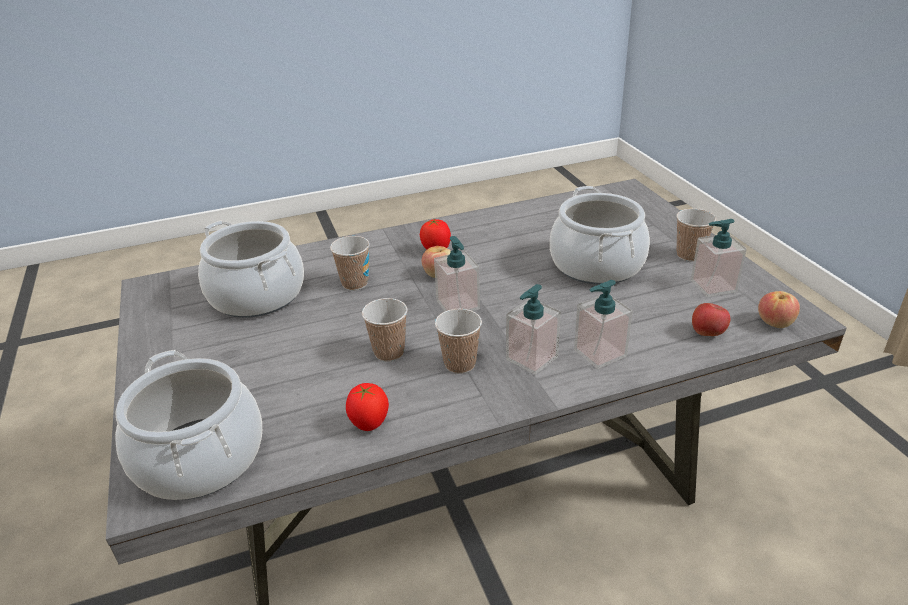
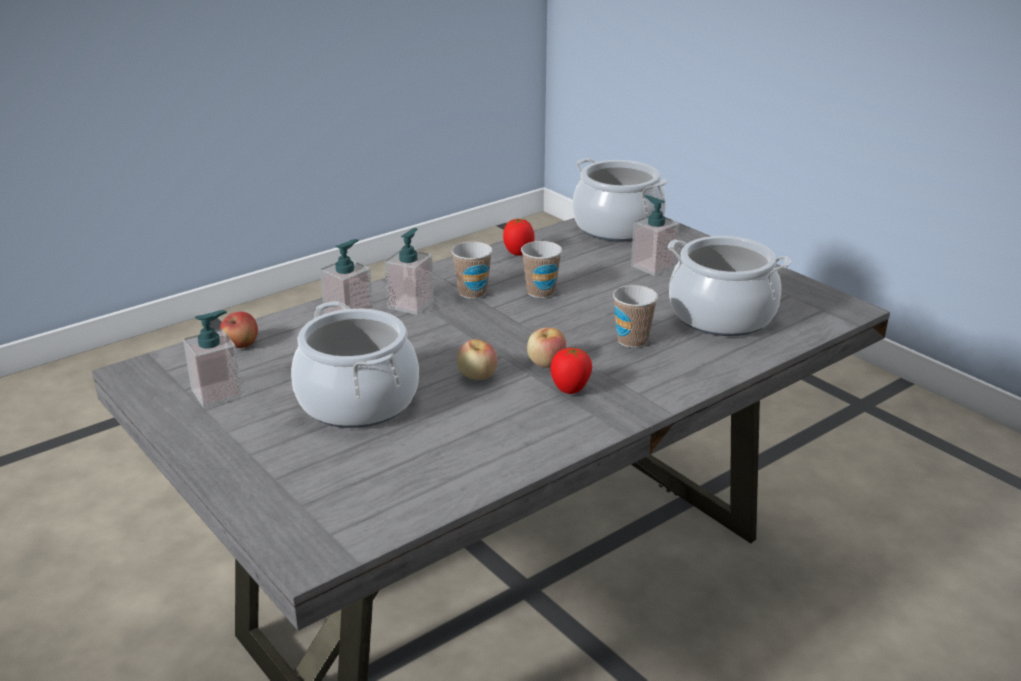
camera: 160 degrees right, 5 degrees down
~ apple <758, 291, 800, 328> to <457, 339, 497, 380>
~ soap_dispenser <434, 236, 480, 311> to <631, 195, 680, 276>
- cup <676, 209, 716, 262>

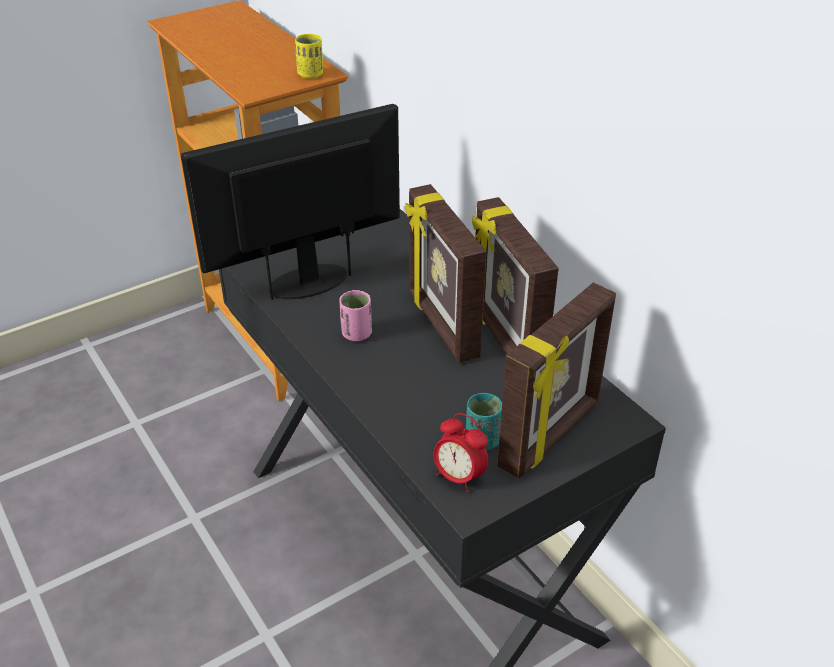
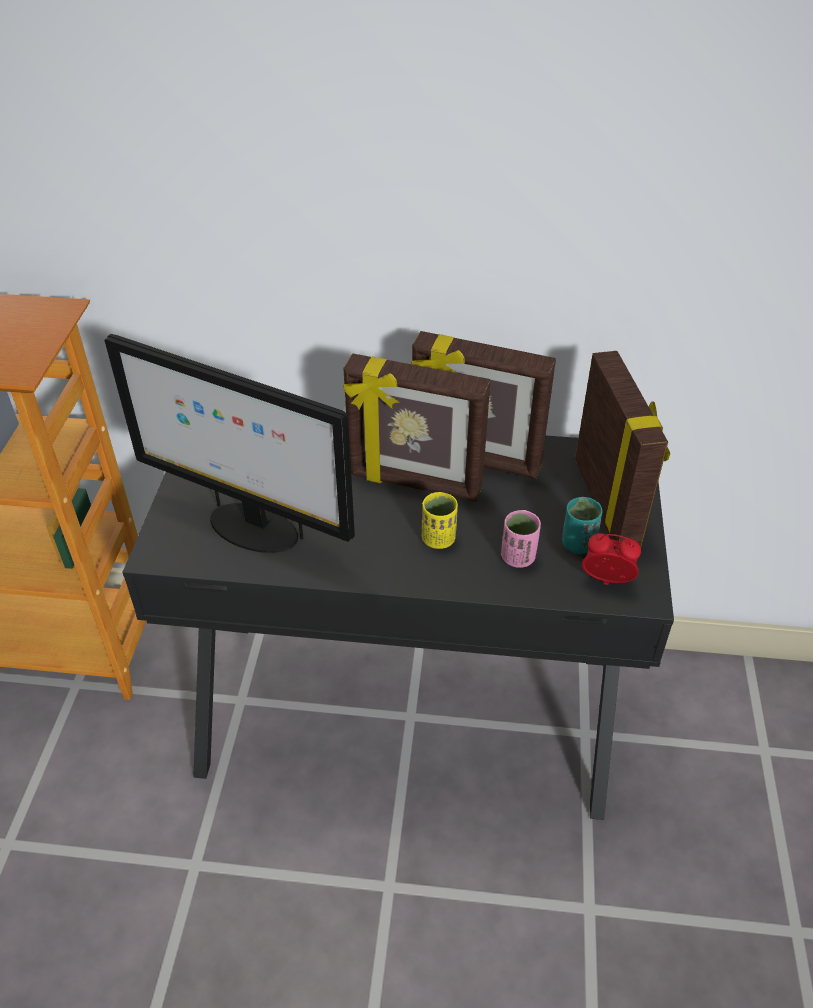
camera: 50 degrees left, 5 degrees up
~ monitor <181, 104, 400, 300> = <105, 334, 355, 553> 75 degrees counterclockwise
~ yellow_cup <295, 34, 323, 79> to <422, 492, 458, 549>
~ pink_cup <339, 290, 372, 341> to <501, 510, 541, 568>
~ alarm_clock <434, 413, 488, 493> = <582, 533, 641, 585> 150 degrees counterclockwise

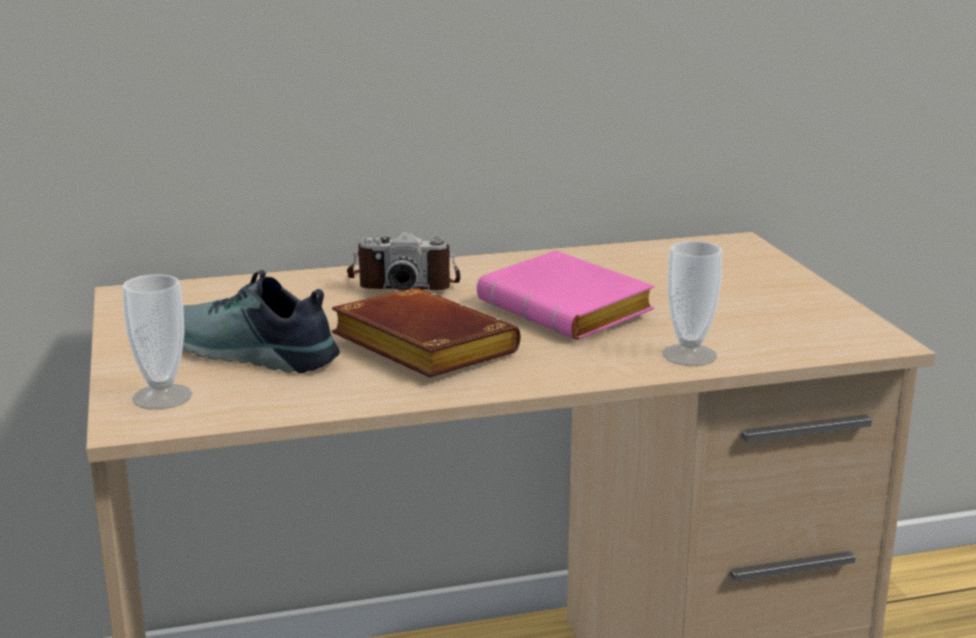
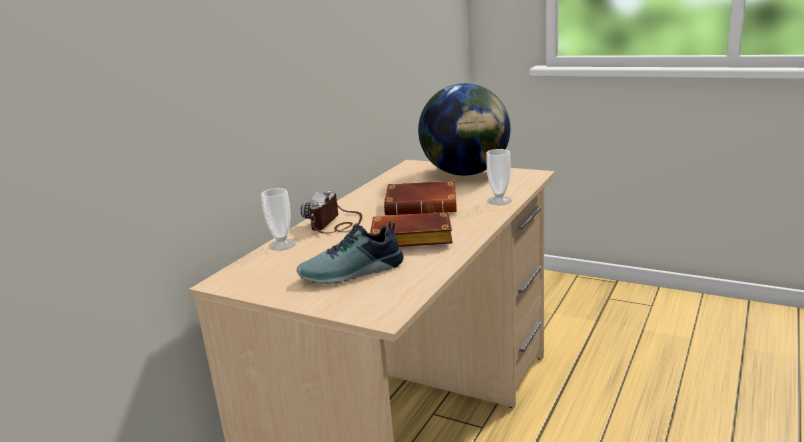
camera: 45 degrees left, 0 degrees up
~ cup <122, 274, 192, 410> to <261, 188, 296, 250>
~ photo_camera <347, 232, 460, 291> = <301, 190, 362, 234> 150 degrees clockwise
~ pink_book <477, 250, 654, 340> to brown_book <384, 181, 457, 215>
+ globe <418, 83, 510, 176>

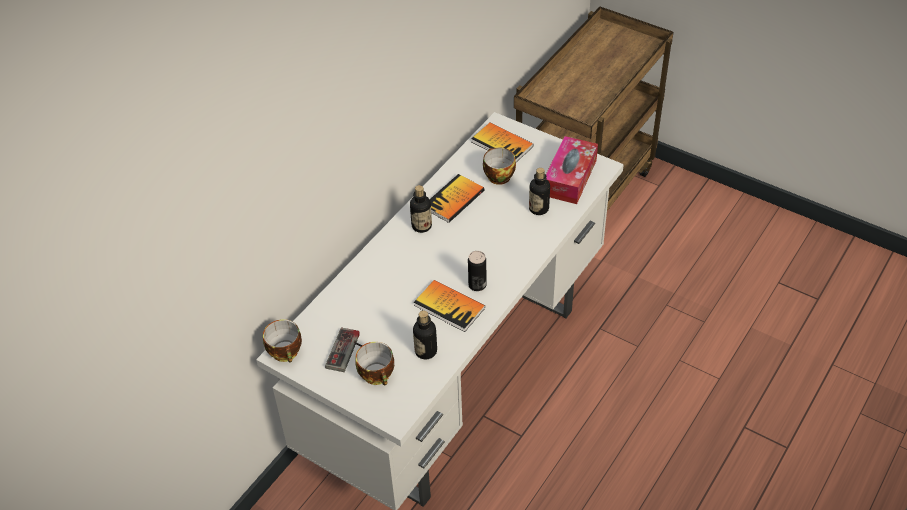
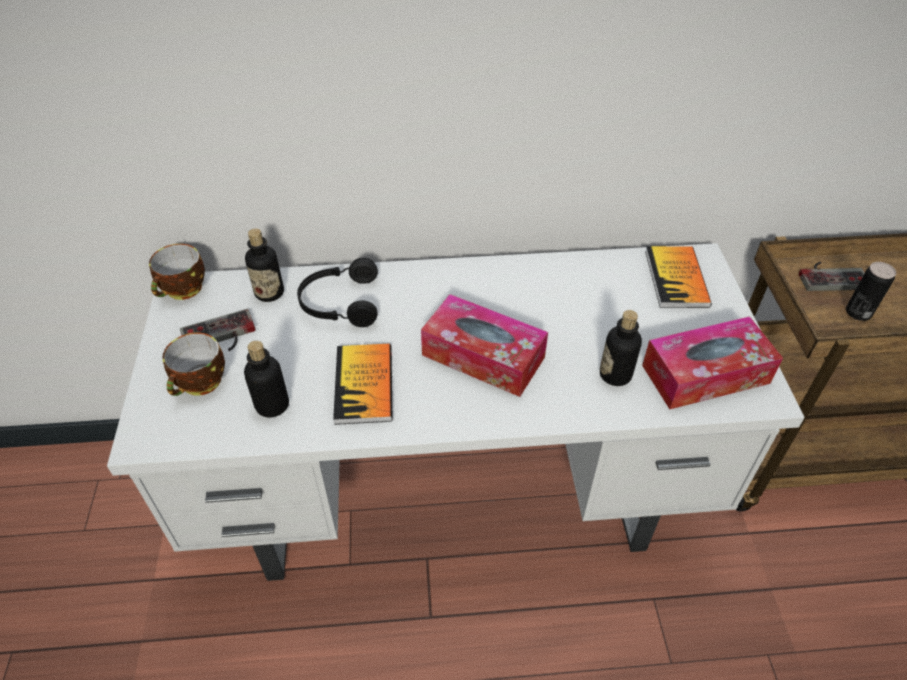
camera: 50 degrees right, 0 degrees up
~ bottle <410, 185, 432, 233> to <245, 229, 284, 302>
+ black_headphones <297, 258, 378, 327>
+ tissue_box <421, 294, 548, 397>
+ game_controller <799, 262, 865, 291>
~ can <468, 251, 486, 291> to <846, 262, 896, 321>
- book <430, 174, 485, 223>
- cup <483, 148, 516, 185>

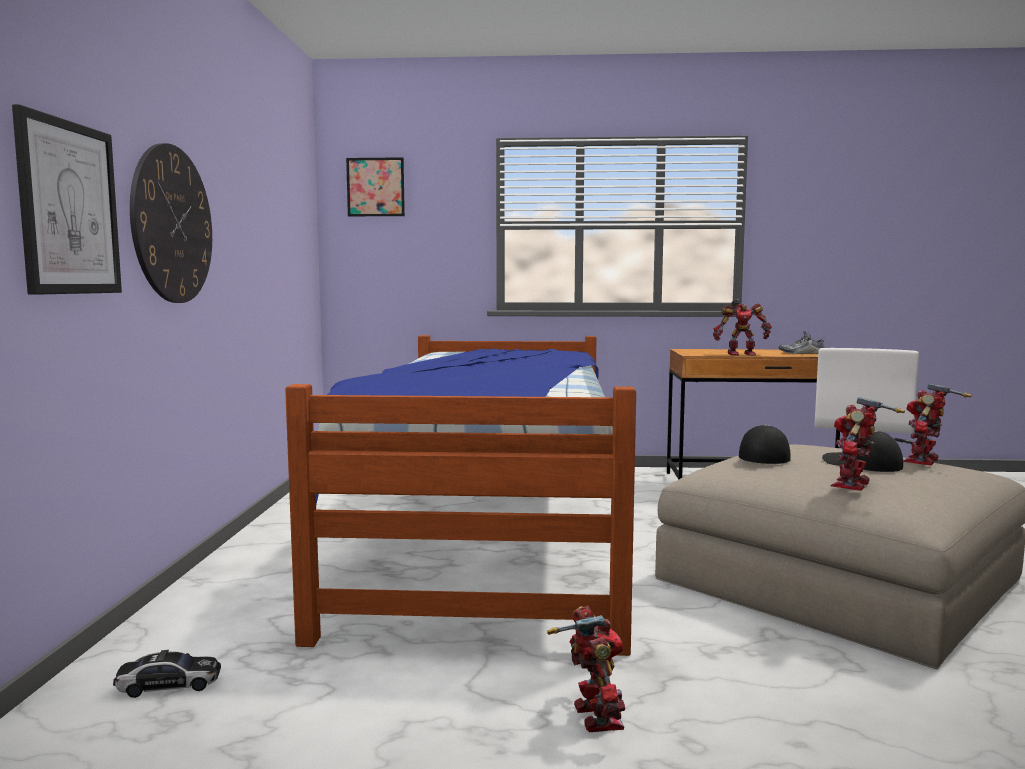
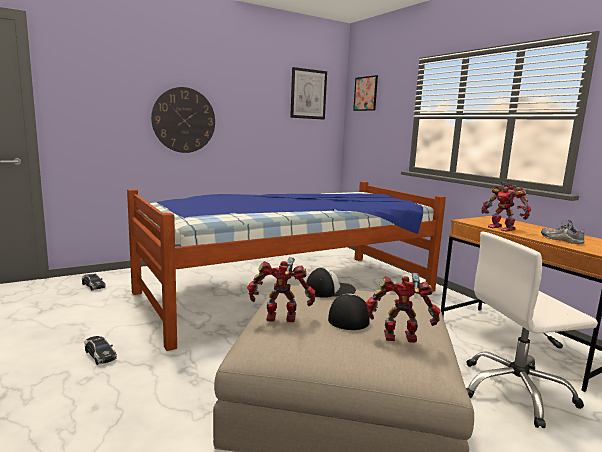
camera: 55 degrees right, 5 degrees up
~ toy_robot <547, 606, 625, 732> to toy_car <85, 336, 117, 365>
~ picture <12, 104, 122, 295> to <290, 67, 327, 120>

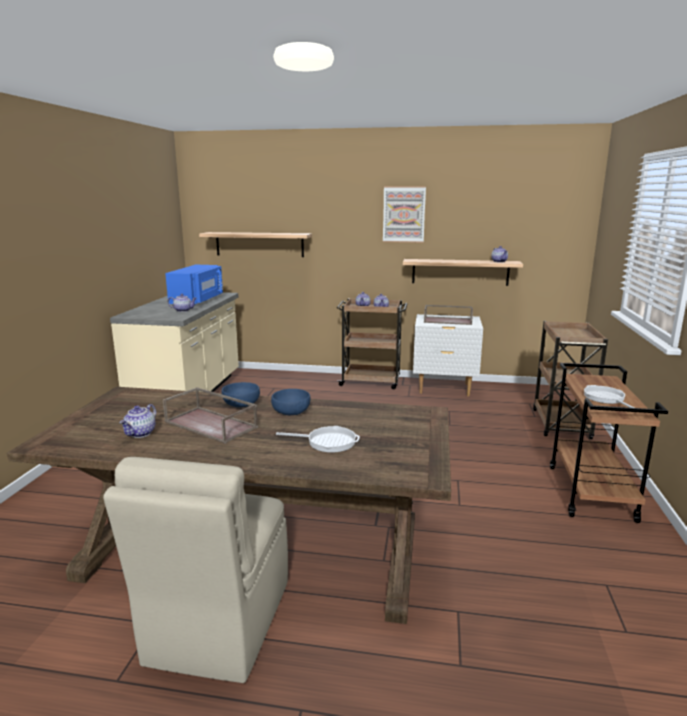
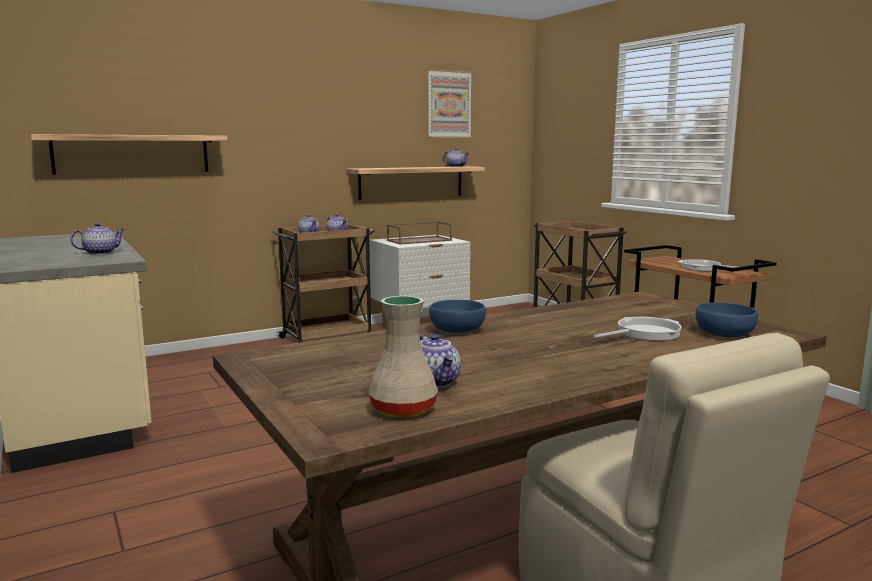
camera: 40 degrees left, 5 degrees down
+ beige_vase <369, 296, 438, 418>
~ picture <383, 186, 426, 243> to <428, 69, 472, 138>
~ blue_bowl <271, 389, 310, 415> to <696, 302, 758, 337>
- brown_tray <163, 387, 258, 444>
- blue_microwave <165, 265, 223, 305>

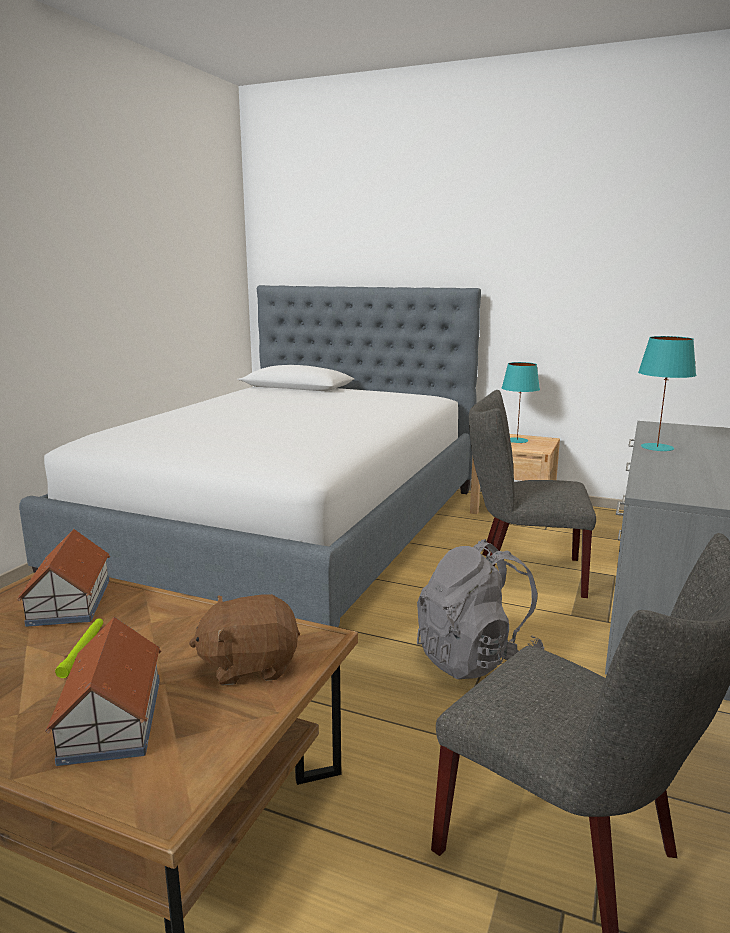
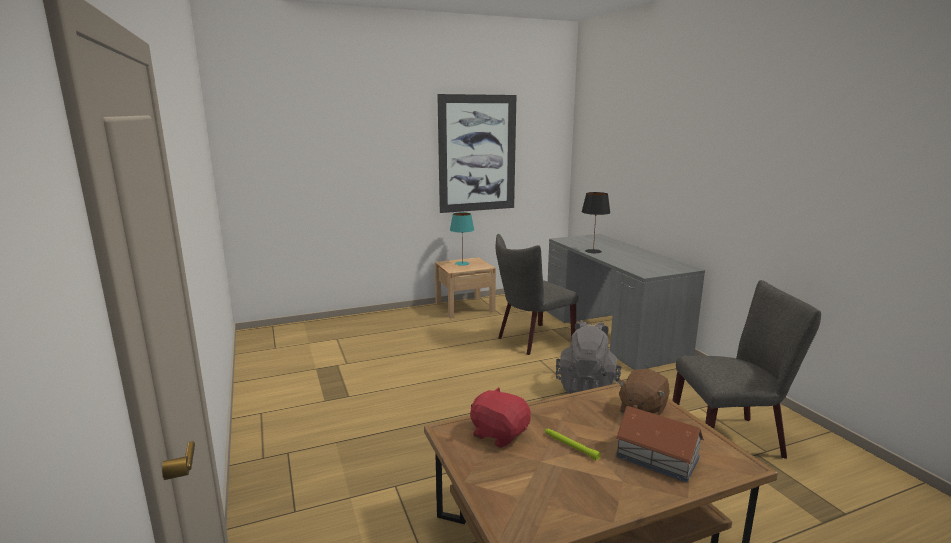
camera: 45 degrees left, 0 degrees up
+ picture <437, 94, 516, 213>
~ toy_house <17, 529, 110, 627> to red_plush_toy <470, 387, 531, 448>
~ turquoise_table_lamp <638, 336, 696, 451> to black_table_lamp <582, 192, 610, 254>
- bed <19, 285, 481, 627>

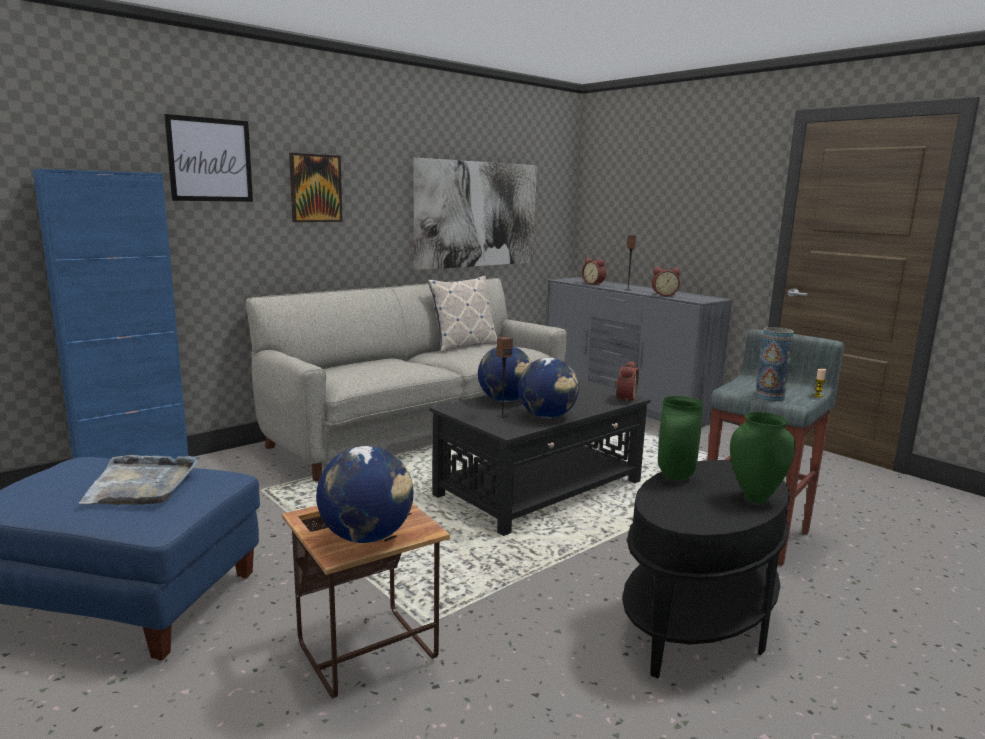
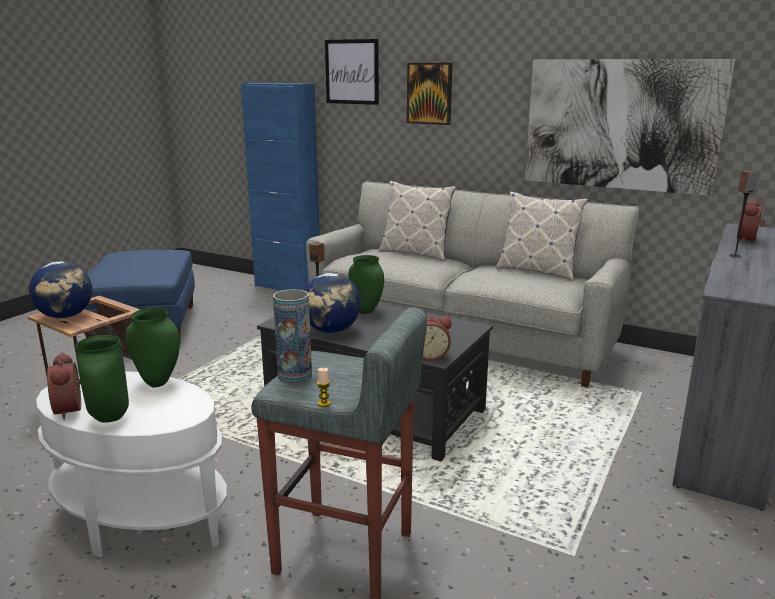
camera: 70 degrees right, 5 degrees up
~ black_side_table <622, 460, 790, 678> to white_side_table <36, 371, 227, 557>
~ alarm_clock <652, 267, 680, 296> to <47, 352, 81, 420>
~ globe <478, 346, 532, 402> to green_vase <348, 255, 384, 314>
+ pillow <378, 181, 456, 261>
- grey_tray <78, 455, 200, 505>

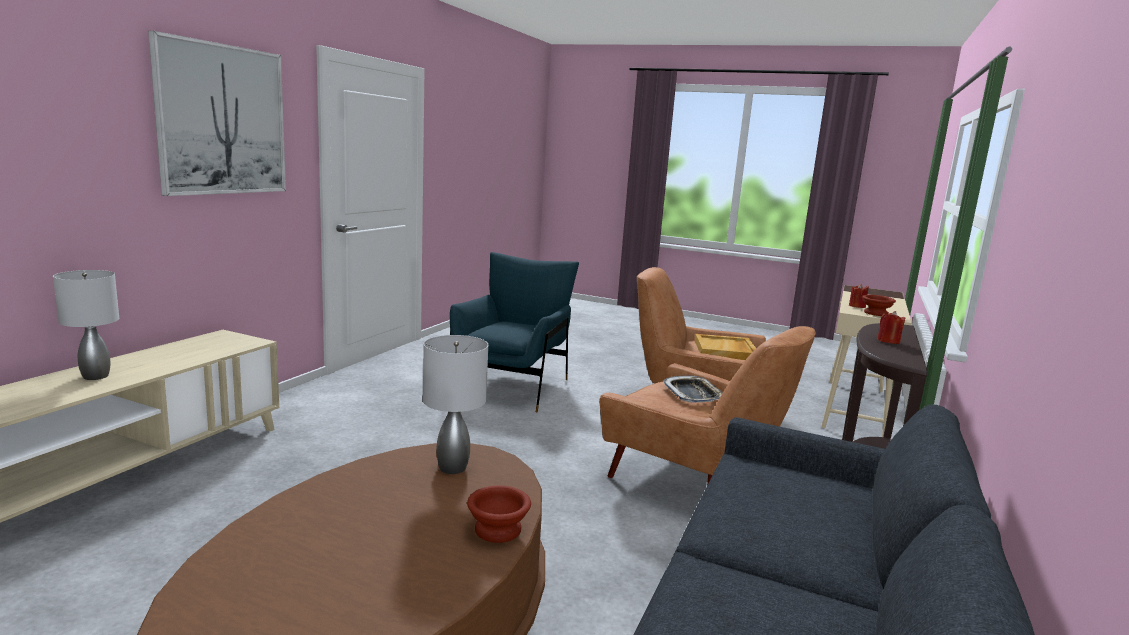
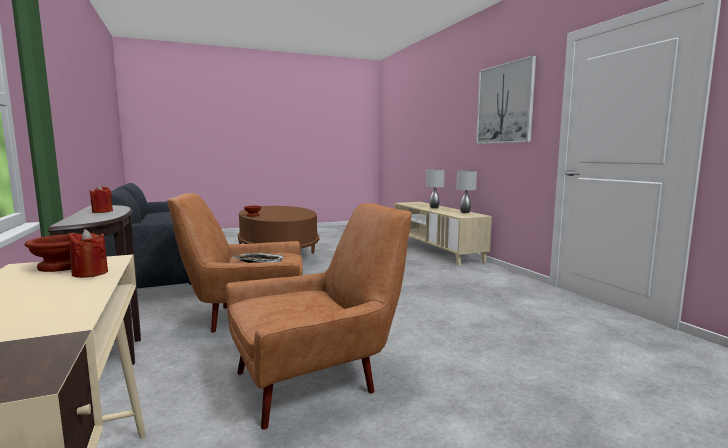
camera: 135 degrees right, 5 degrees down
~ grey_table_lamp <423, 335, 488, 474> to <456, 171, 477, 213>
- blue_armchair <450, 252, 579, 413>
- beige_tray <695, 334, 756, 360>

